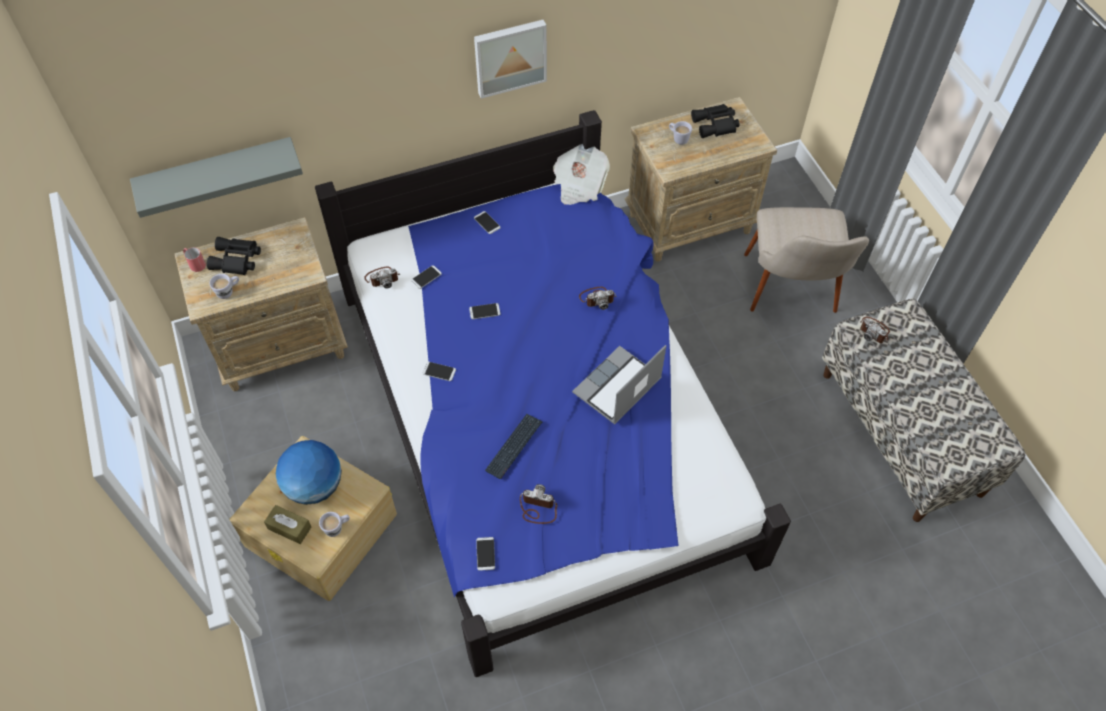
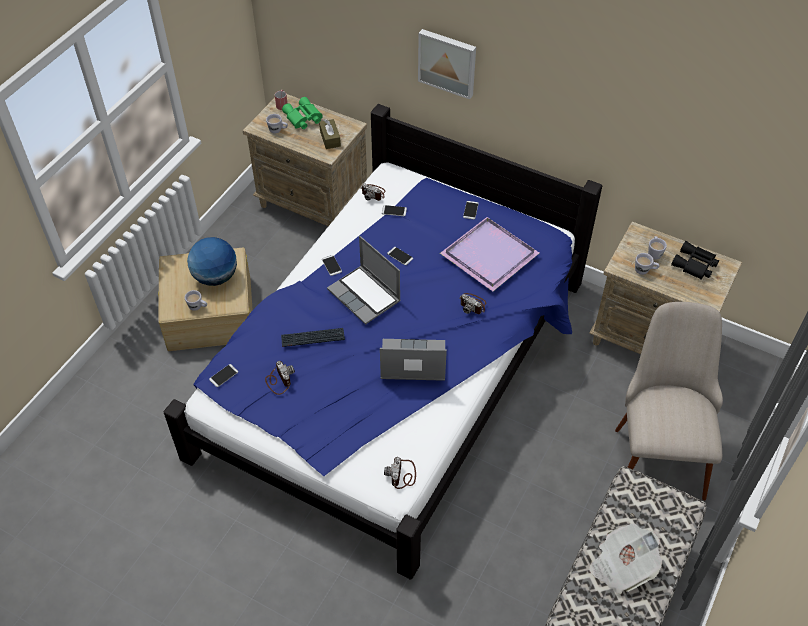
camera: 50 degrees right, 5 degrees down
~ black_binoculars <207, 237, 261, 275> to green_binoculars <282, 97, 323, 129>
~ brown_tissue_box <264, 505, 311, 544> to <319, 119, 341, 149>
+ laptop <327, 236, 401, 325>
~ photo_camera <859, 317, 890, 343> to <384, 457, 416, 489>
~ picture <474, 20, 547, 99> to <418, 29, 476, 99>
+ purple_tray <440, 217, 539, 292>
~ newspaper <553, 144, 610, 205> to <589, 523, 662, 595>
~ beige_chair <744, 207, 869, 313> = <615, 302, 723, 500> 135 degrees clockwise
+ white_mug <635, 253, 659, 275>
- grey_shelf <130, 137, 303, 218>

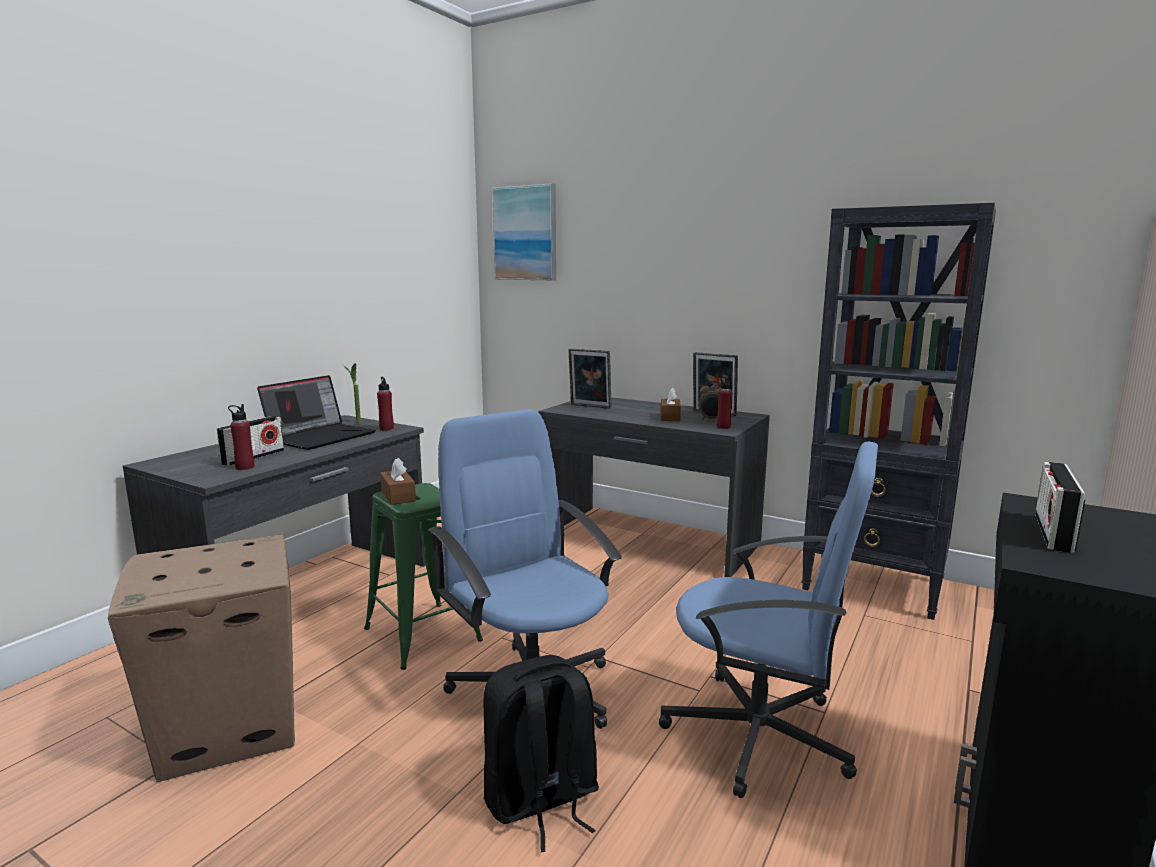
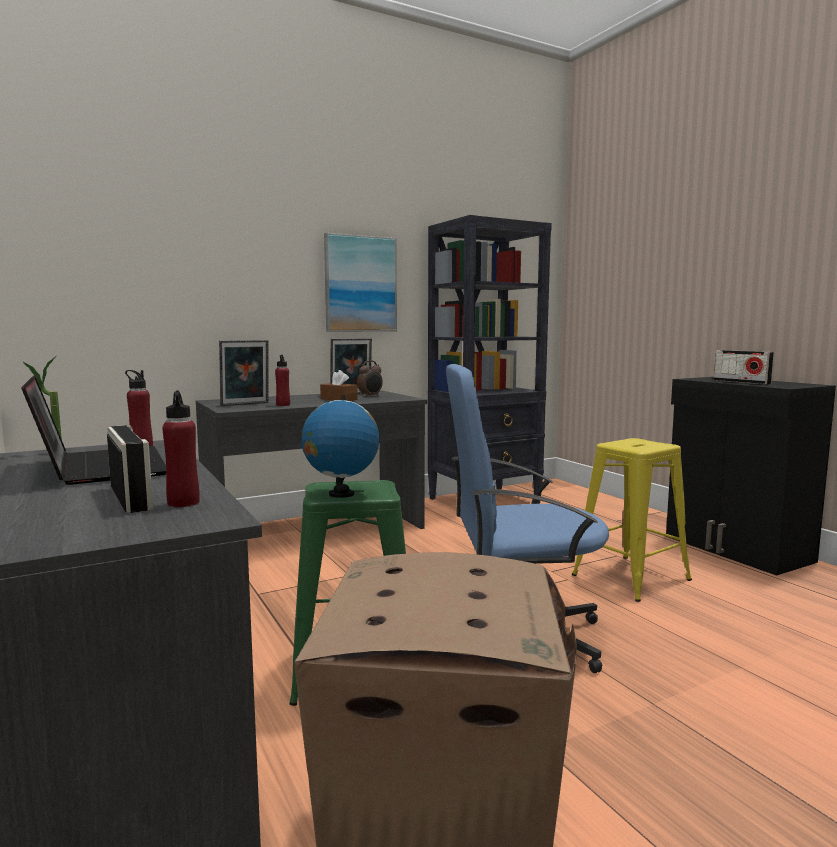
camera: 60 degrees left, 5 degrees down
~ red_bottle <717, 376, 732, 429> to <275, 355, 290, 406>
~ brown_tissue_box <380, 458, 416, 505> to globe <301, 395, 379, 498>
~ picture <492, 183, 556, 280> to <324, 233, 397, 332>
~ blue_office_chair <659, 442, 878, 798> to yellow_stool <572, 438, 692, 602>
- black_backpack <483, 655, 599, 852>

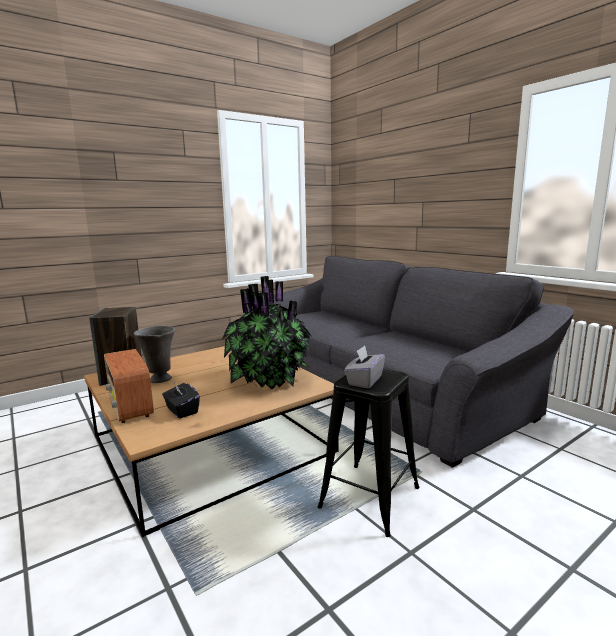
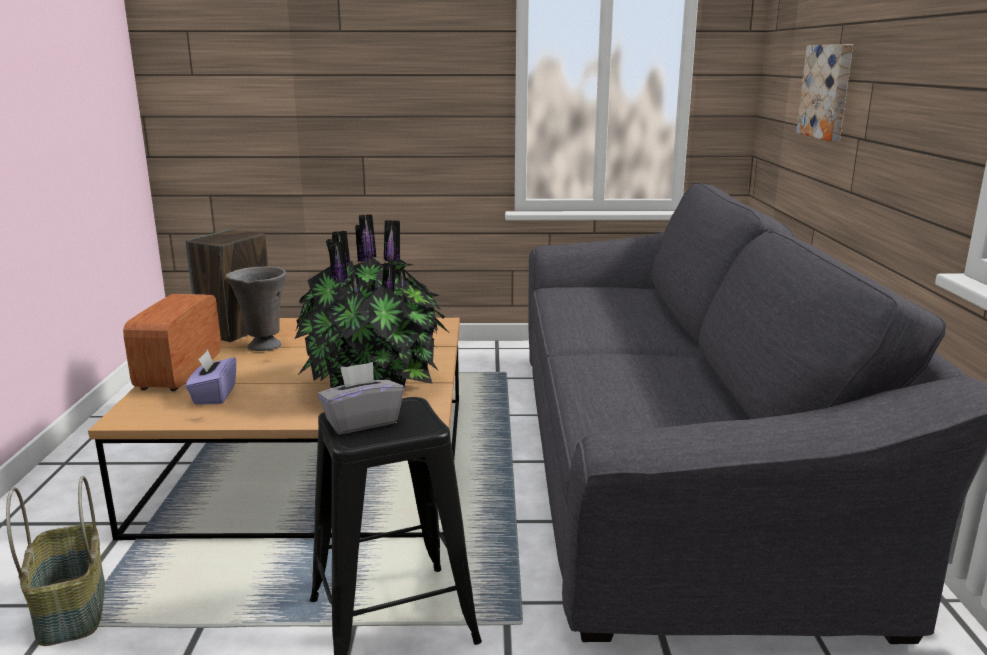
camera: 35 degrees right, 5 degrees up
+ basket <6, 476, 105, 646>
~ black_tissue_box <162, 382, 200, 418> to purple_tissue_box <185, 350, 236, 405>
+ picture <796, 44, 853, 141>

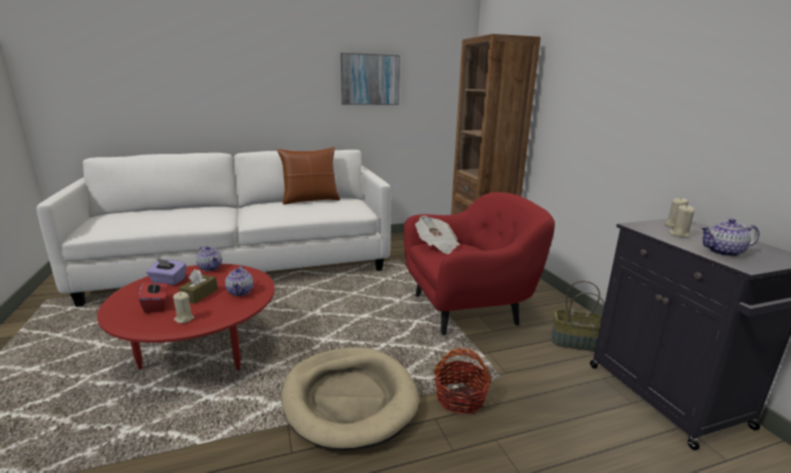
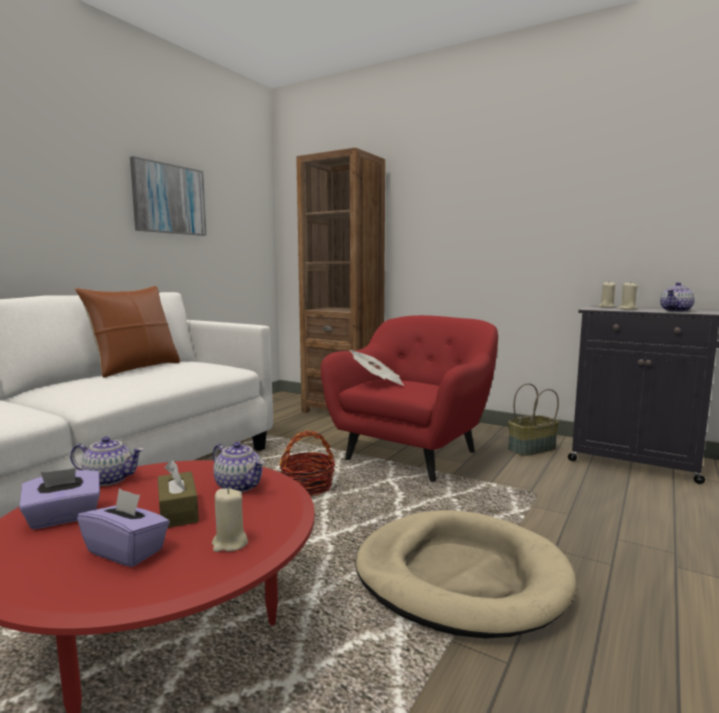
camera: 40 degrees left, 10 degrees down
~ red_tissue_box <139, 278, 168, 313> to purple_tissue_box <77, 488, 170, 567>
~ basket <433, 348, 491, 414> to <279, 430, 336, 496>

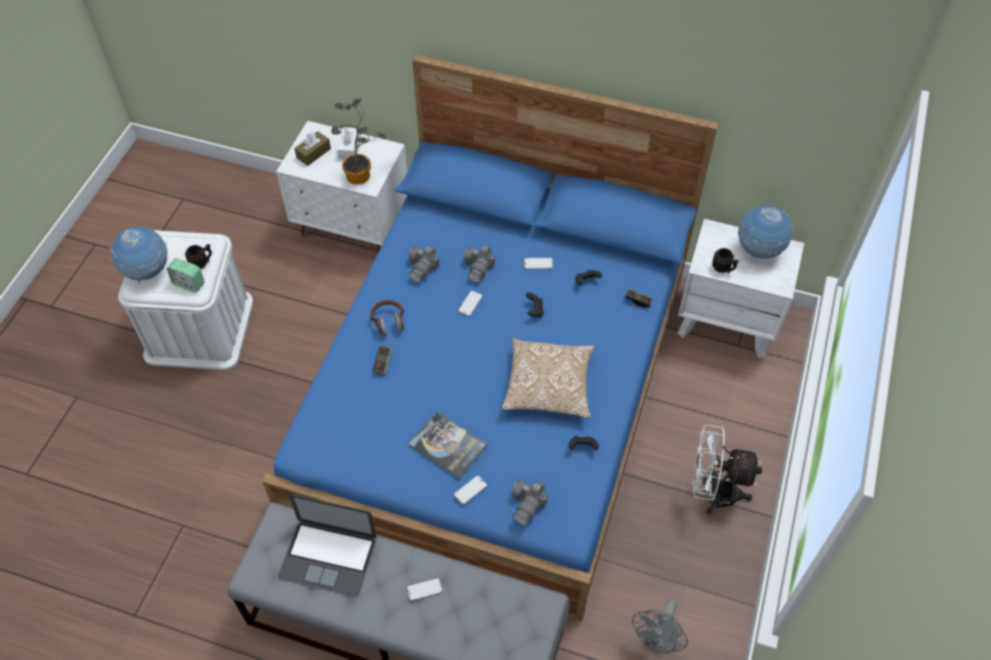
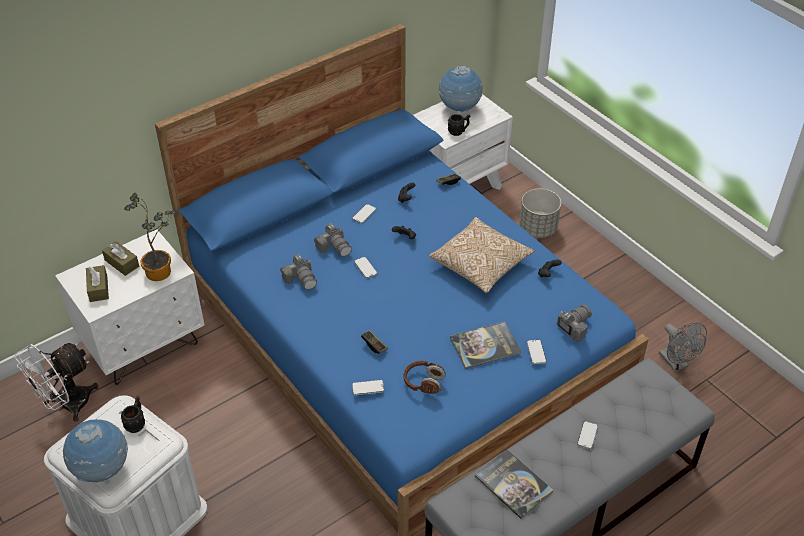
camera: 55 degrees left, 10 degrees down
~ white_fan <693, 425, 762, 514> to <14, 343, 98, 422>
~ white_tissue_box <337, 127, 361, 160> to brown_tissue_box <102, 241, 139, 276>
+ phone <352, 380, 384, 395>
~ brown_headphones <370, 300, 404, 336> to <404, 361, 446, 394>
~ laptop <278, 494, 377, 596> to book <475, 449, 553, 519>
+ grey_planter <519, 189, 561, 238>
~ photo_camera <512, 479, 548, 525> = <557, 304, 592, 342> 105 degrees counterclockwise
- alarm_clock <167, 258, 205, 293>

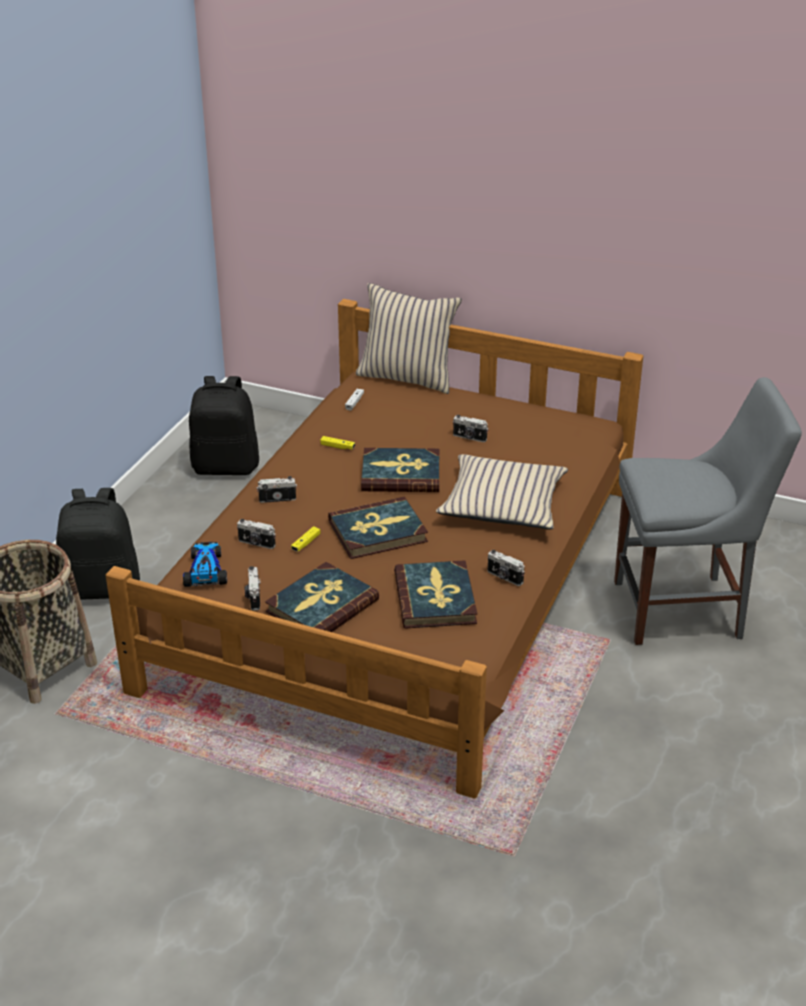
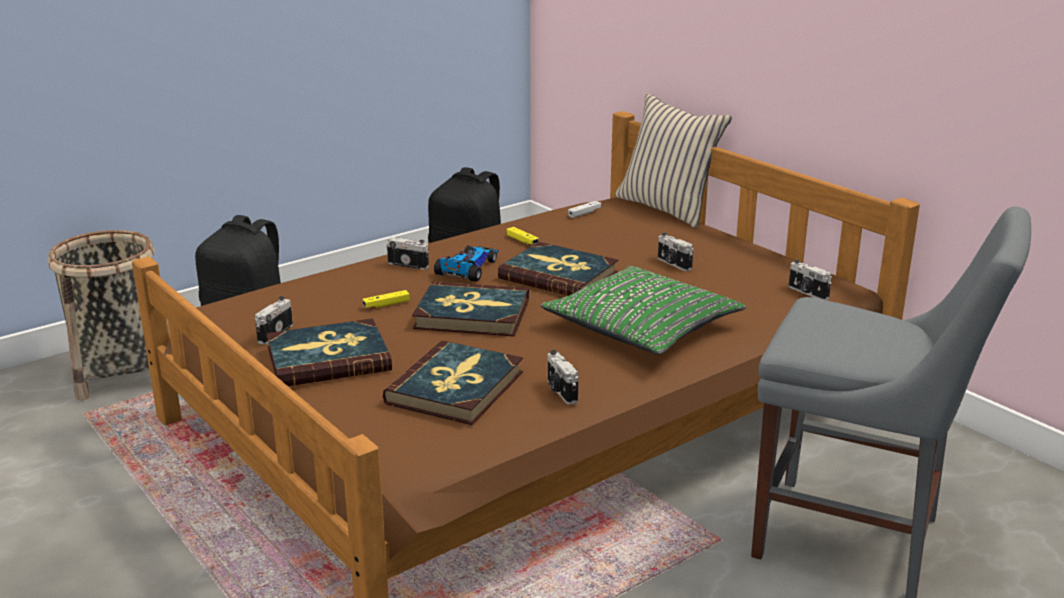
camera: 30 degrees right, 10 degrees down
~ toy_car <183, 542, 227, 587> to <434, 245, 499, 282>
~ beige_pillow <436, 454, 568, 529> to green_pillow <541, 266, 746, 355>
~ photo_camera <237, 519, 276, 549> to <789, 260, 832, 300>

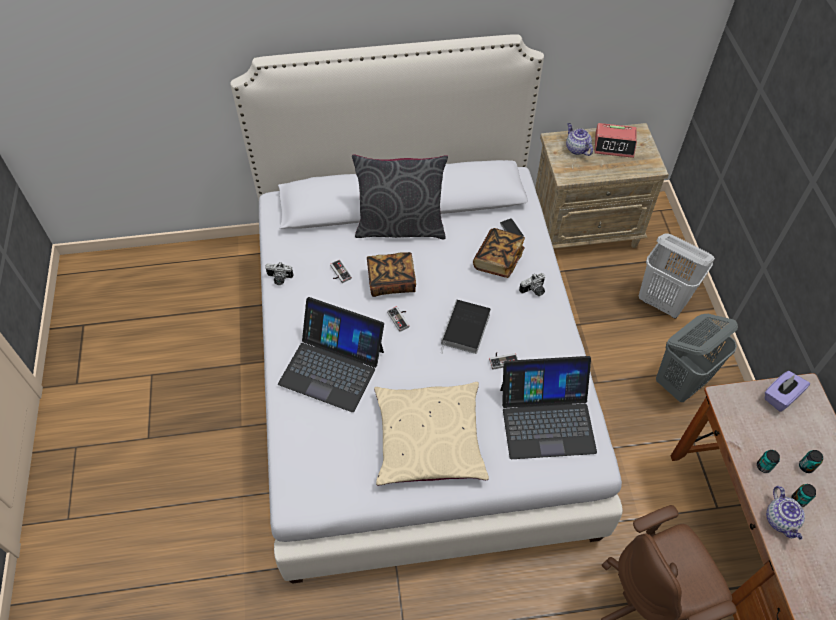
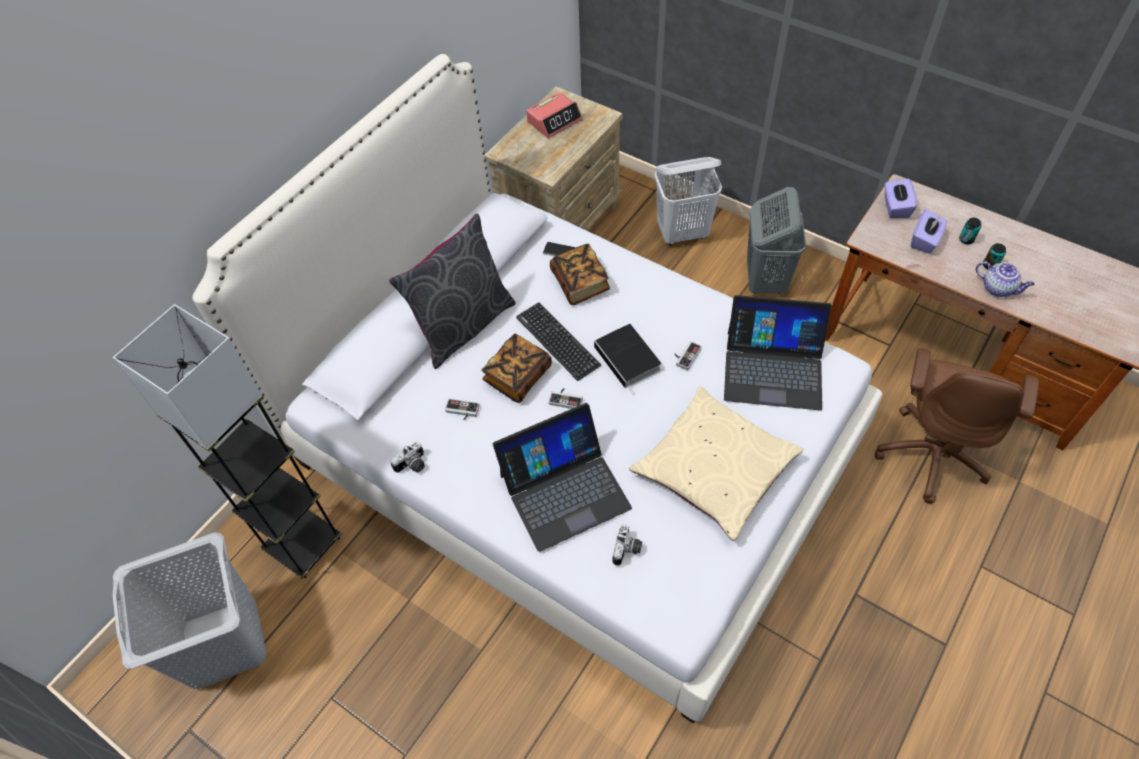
camera: 45 degrees left, 0 degrees up
+ grey_floor_lamp <113, 304, 342, 579>
+ grey_laundry_basket <113, 532, 267, 690>
+ keyboard <516, 302, 601, 381>
~ photo_camera <519, 273, 545, 296> to <613, 524, 642, 566>
~ laptop <500, 356, 597, 459> = <724, 295, 832, 410> 60 degrees clockwise
+ purple_tissue_box <911, 209, 947, 253>
- teapot <566, 123, 593, 156>
- can <757, 450, 780, 473>

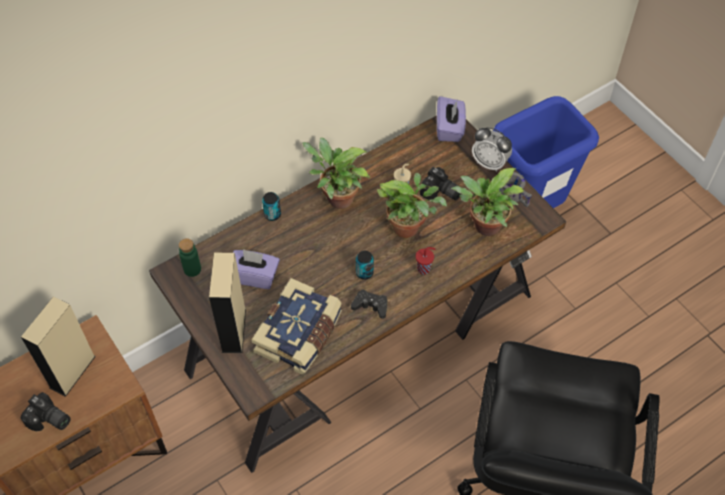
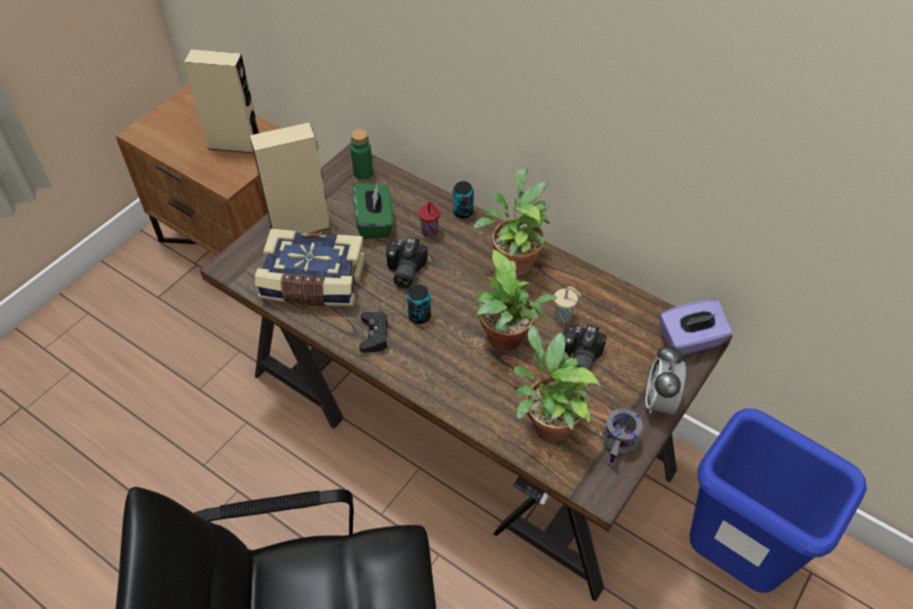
camera: 70 degrees right, 5 degrees down
~ purple_tissue_box <233, 249, 280, 289> to green_tissue_box <353, 182, 393, 239>
~ photo_camera <20, 392, 71, 431> to <386, 237, 428, 288>
~ red_cup <416, 247, 435, 275> to <418, 202, 440, 238>

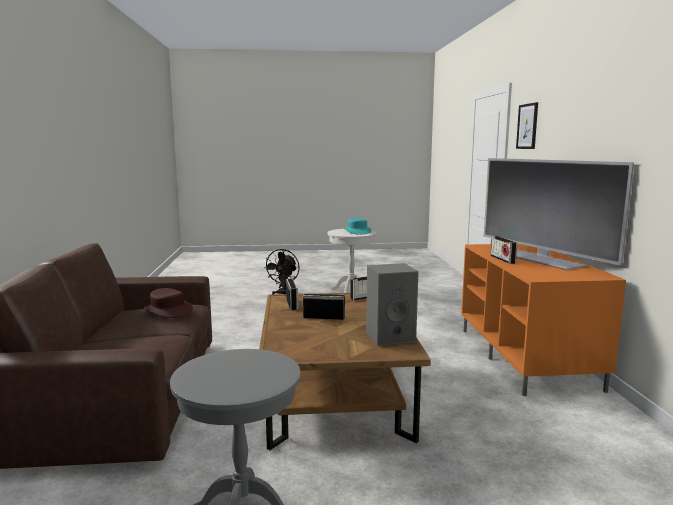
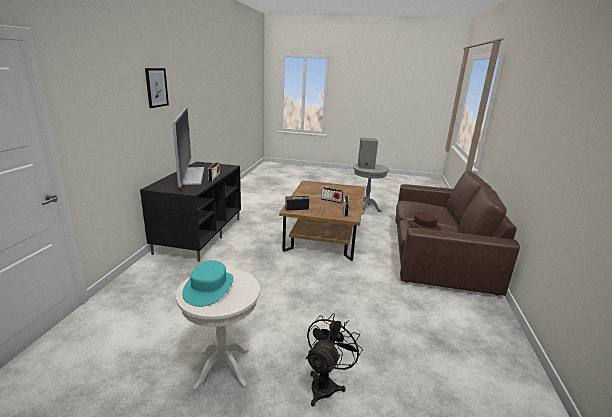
camera: 165 degrees left, 10 degrees up
~ orange_tv_stand <461, 244, 626, 396> to black_tv_stand <140, 161, 241, 262>
~ picture <516, 102, 538, 149> to <145, 68, 169, 108>
~ grey_speaker <366, 263, 419, 346> to <358, 138, 378, 169>

